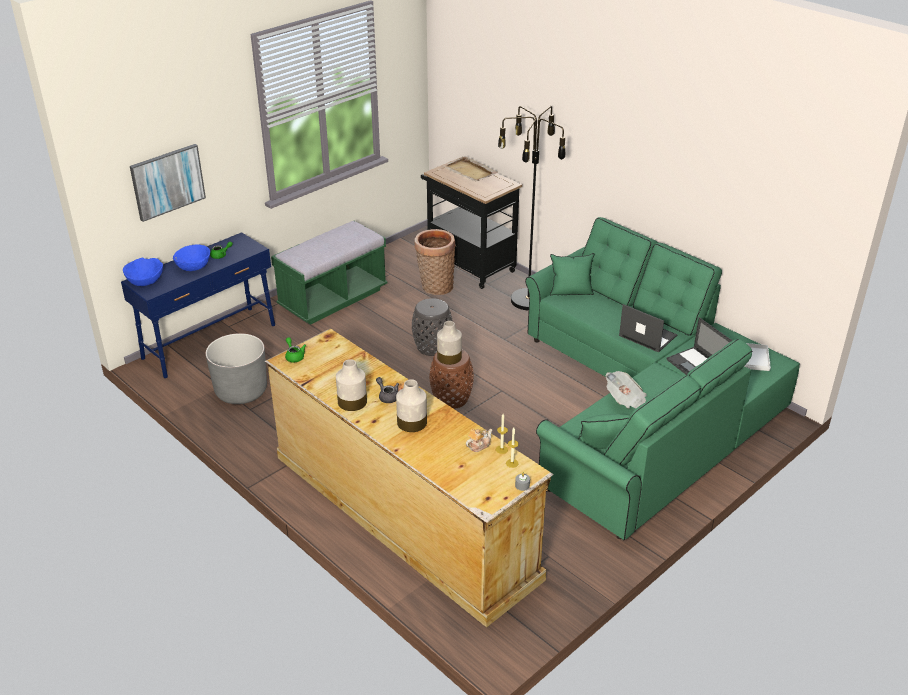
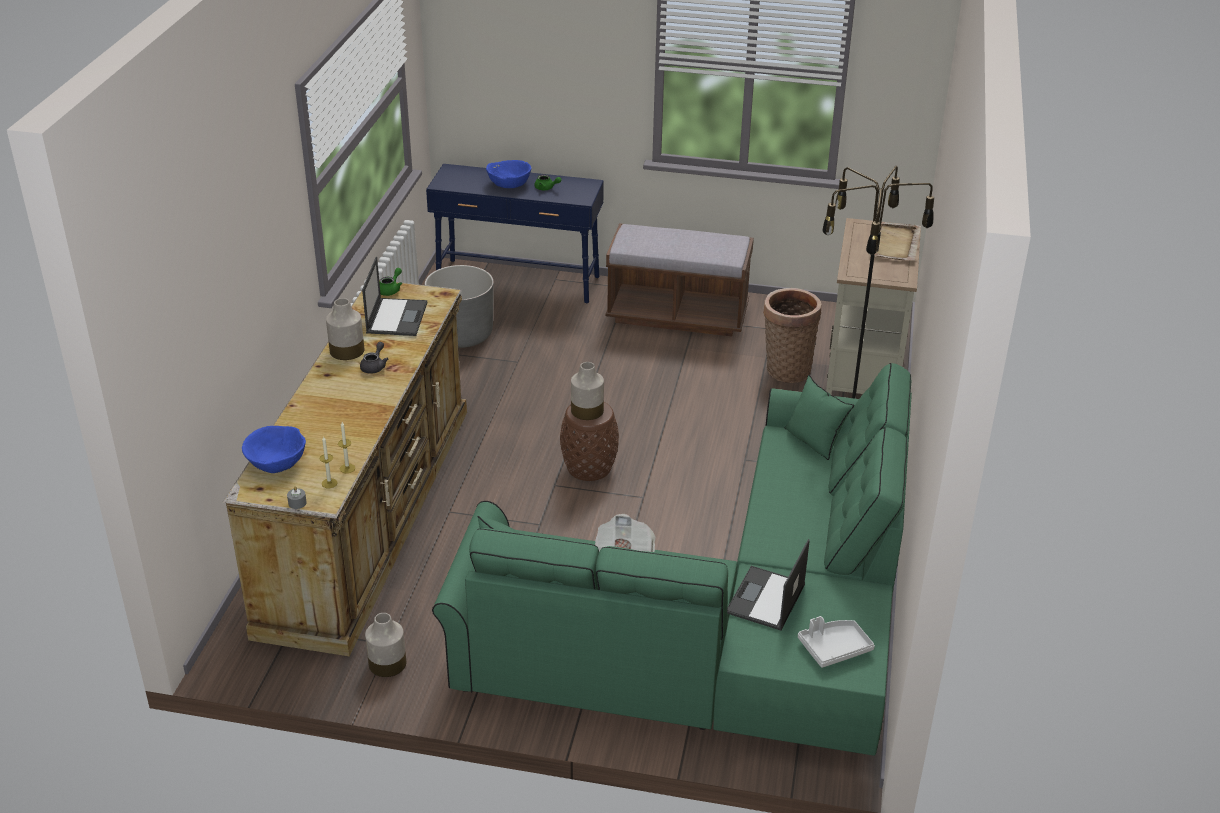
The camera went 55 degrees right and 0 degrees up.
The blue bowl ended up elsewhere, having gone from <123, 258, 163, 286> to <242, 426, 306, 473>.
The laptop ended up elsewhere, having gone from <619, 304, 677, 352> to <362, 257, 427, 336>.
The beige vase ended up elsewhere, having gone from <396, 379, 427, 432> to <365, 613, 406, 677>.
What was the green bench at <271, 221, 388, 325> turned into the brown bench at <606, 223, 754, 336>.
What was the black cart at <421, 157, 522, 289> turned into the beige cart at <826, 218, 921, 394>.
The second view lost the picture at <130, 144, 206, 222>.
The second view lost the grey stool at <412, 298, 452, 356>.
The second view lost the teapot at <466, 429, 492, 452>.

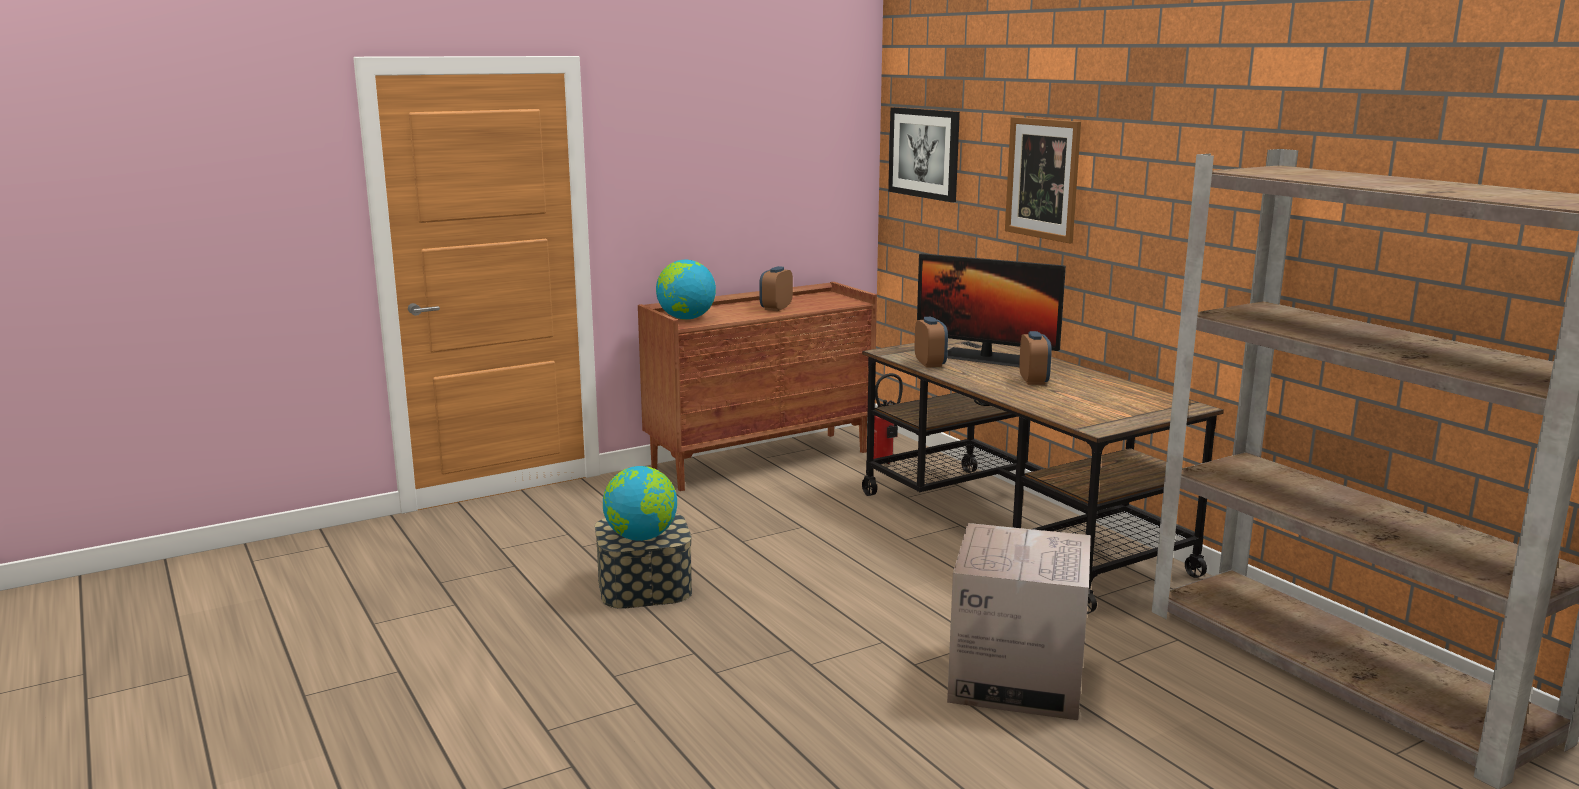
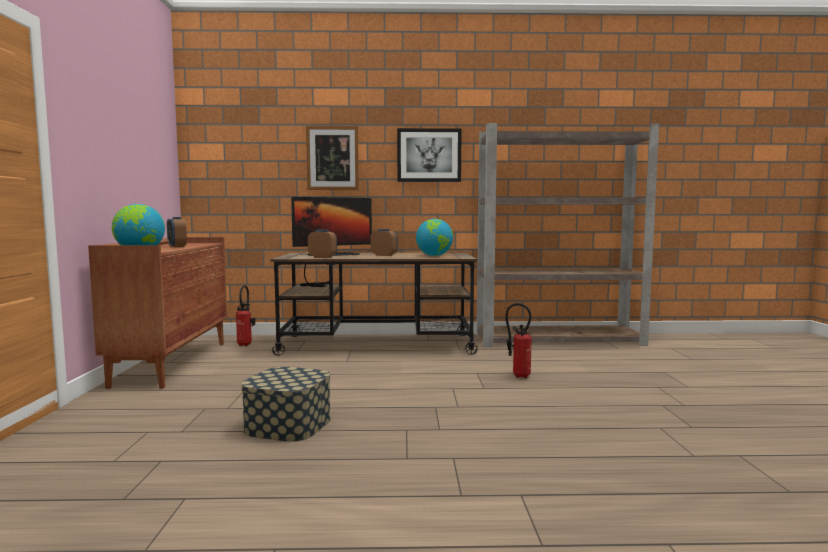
The camera went 60 degrees left and 10 degrees down.
The picture ended up elsewhere, having gone from <888, 107, 960, 202> to <397, 128, 462, 182>.
The globe ended up elsewhere, having gone from <603, 466, 677, 541> to <416, 219, 453, 256>.
Where the cardboard box stood at <947, 523, 1091, 720>, the fire extinguisher came to stand at <505, 303, 532, 378>.

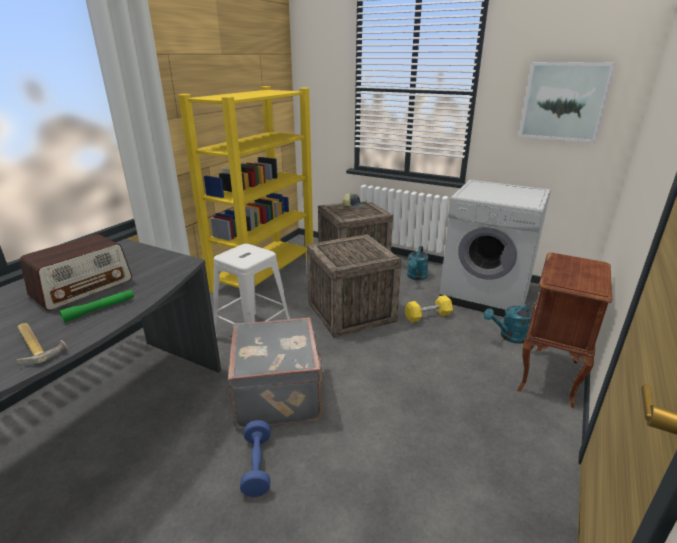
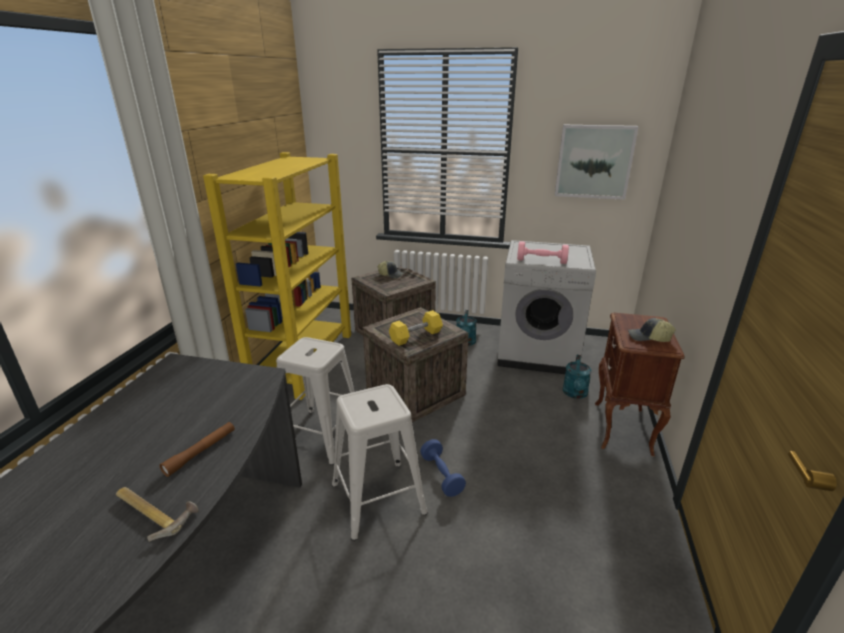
The camera went 15 degrees left and 0 degrees up.
What was the green flashlight at <59, 290, 134, 322> turned into the brown flashlight at <160, 422, 235, 477>.
Where the grey suitcase stood at <227, 317, 324, 430>, the white stool came to stand at <332, 384, 428, 541>.
The yellow dumbbell ended up elsewhere, having gone from <405, 295, 453, 323> to <389, 310, 443, 346>.
The blue dumbbell ended up elsewhere, having gone from <240, 420, 271, 497> to <420, 439, 466, 497>.
The second view gained the pink dumbbell at <517, 241, 569, 264>.
The turquoise watering can at <483, 303, 535, 344> ended up facing another way, 45 degrees counterclockwise from before.
The second view gained the cap at <628, 318, 675, 342>.
The second view lost the radio at <20, 234, 132, 311>.

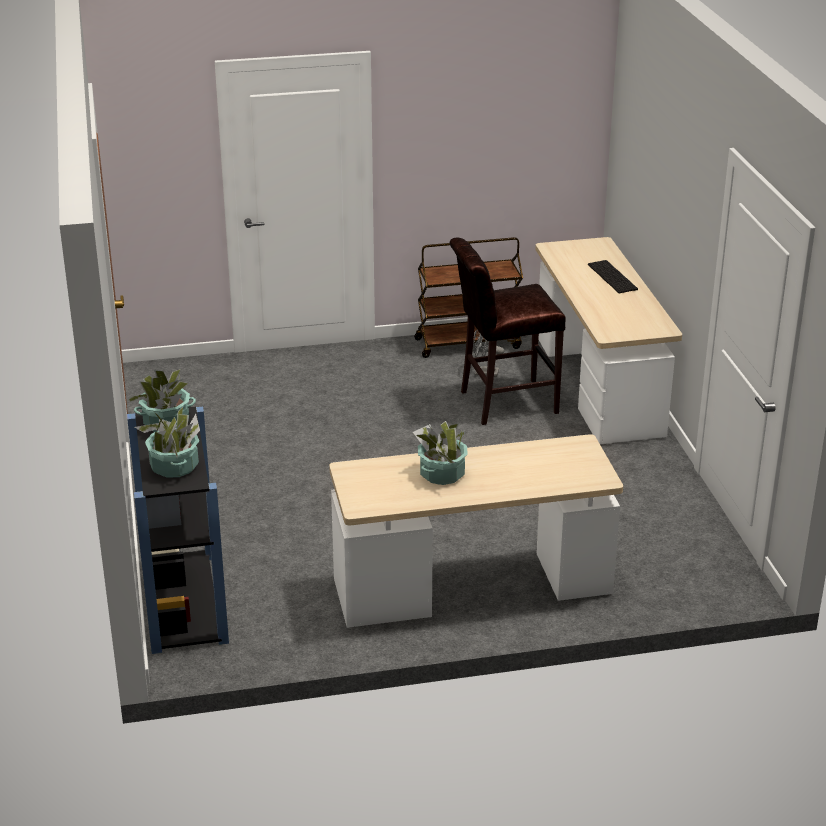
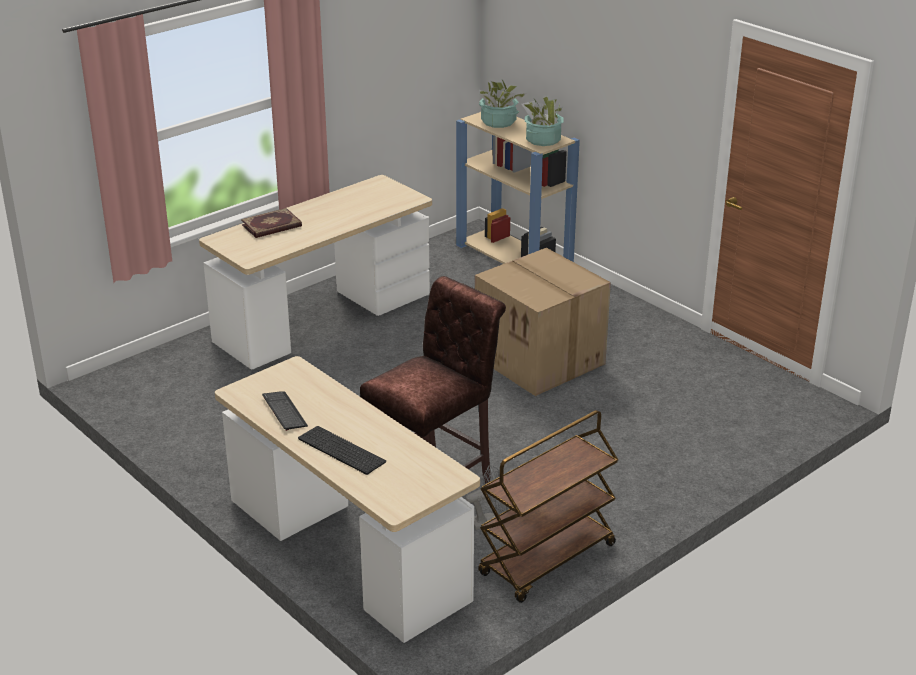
The camera went 150 degrees right and 0 degrees up.
The second view gained the book at <241, 208, 302, 238>.
The second view gained the keyboard at <262, 391, 308, 431>.
What was the black bookcase at <127, 406, 229, 654> turned into the beige bookcase at <456, 112, 580, 264>.
The second view gained the cardboard box at <475, 248, 611, 396>.
The second view lost the potted plant at <413, 421, 468, 485>.

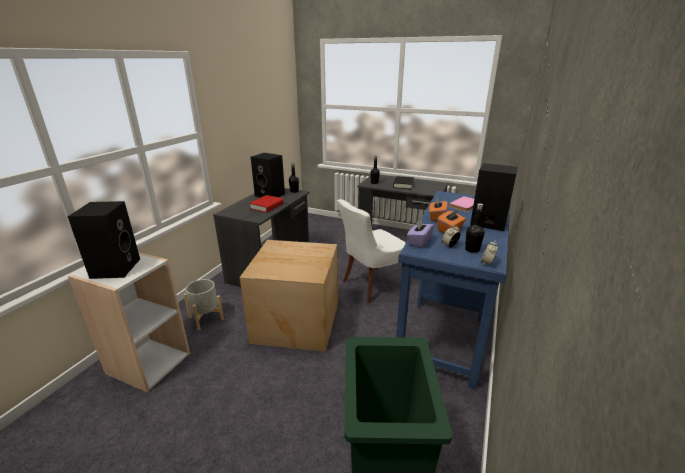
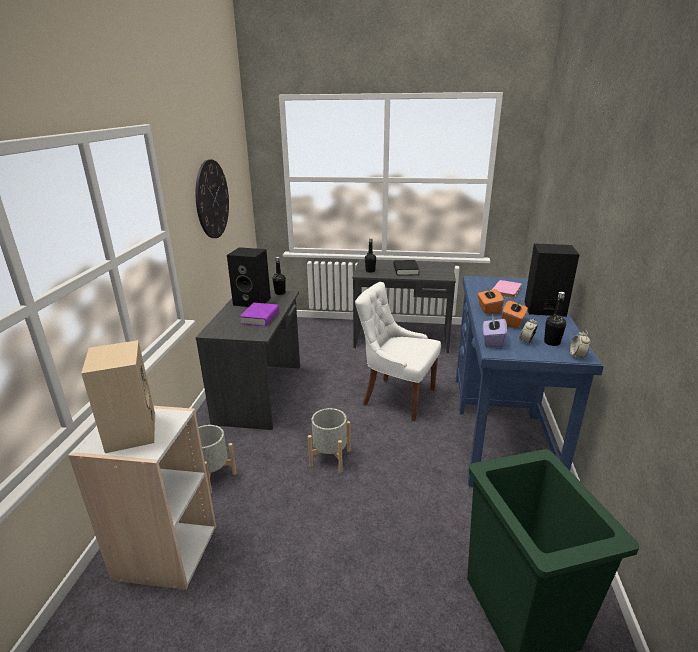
The camera went 15 degrees left and 0 degrees up.
What was the black speaker at <67, 201, 140, 279> turned into the beige speaker at <81, 340, 155, 453>.
The second view gained the wall clock at <195, 159, 229, 238>.
What was the red book at <249, 195, 284, 213> turned into the purple book at <239, 303, 279, 326>.
Where the cardboard box stood at <240, 240, 338, 352>, the grey planter came to stand at <308, 408, 351, 472>.
The white chair at <337, 199, 406, 303> ended up facing another way, 75 degrees clockwise from before.

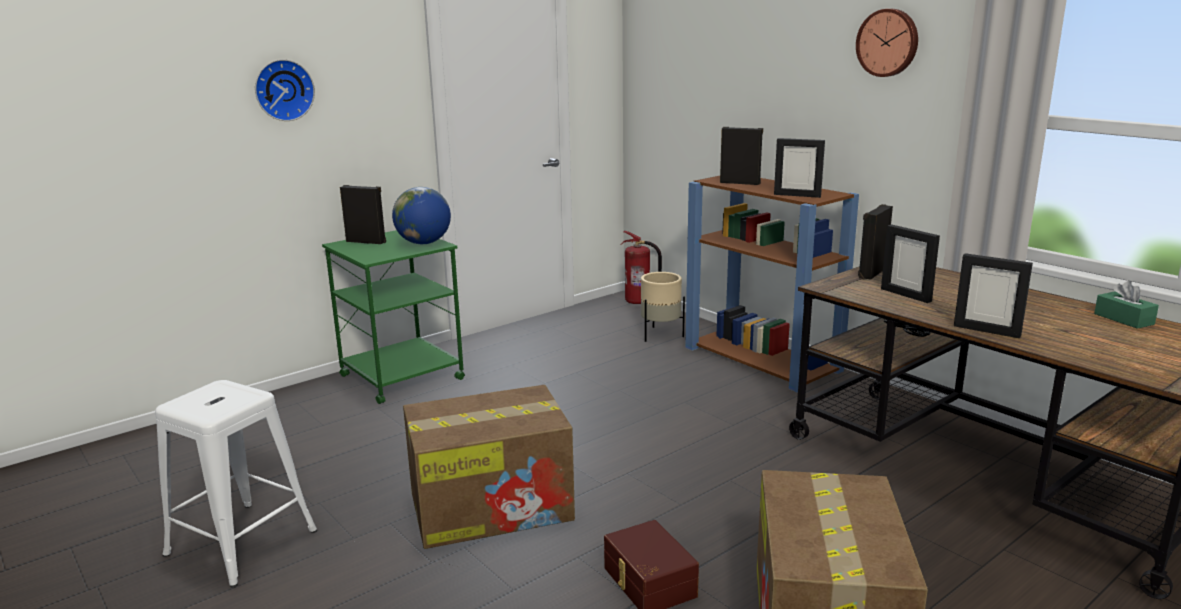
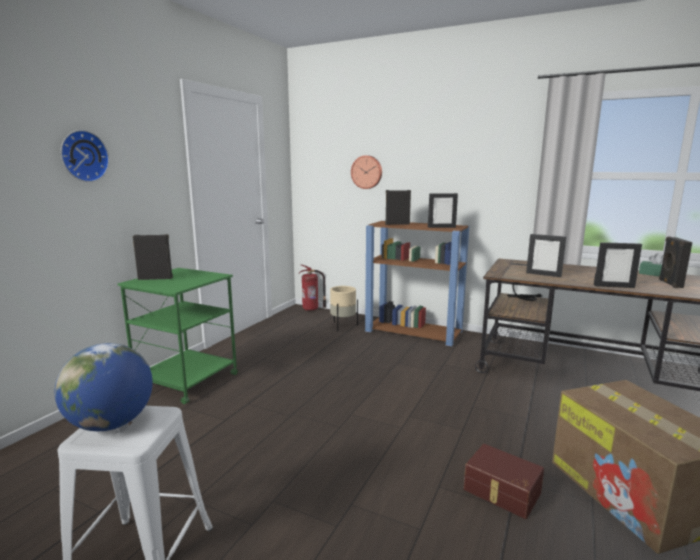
The camera went 25 degrees left and 5 degrees down.
The globe ended up elsewhere, having gone from <392, 187, 451, 244> to <55, 343, 153, 431>.
The wall clock ended up elsewhere, having gone from <856, 9, 918, 77> to <351, 155, 382, 189>.
The black speaker ended up elsewhere, having gone from <858, 204, 893, 280> to <659, 237, 692, 288>.
The second view lost the cardboard box at <403, 385, 575, 549>.

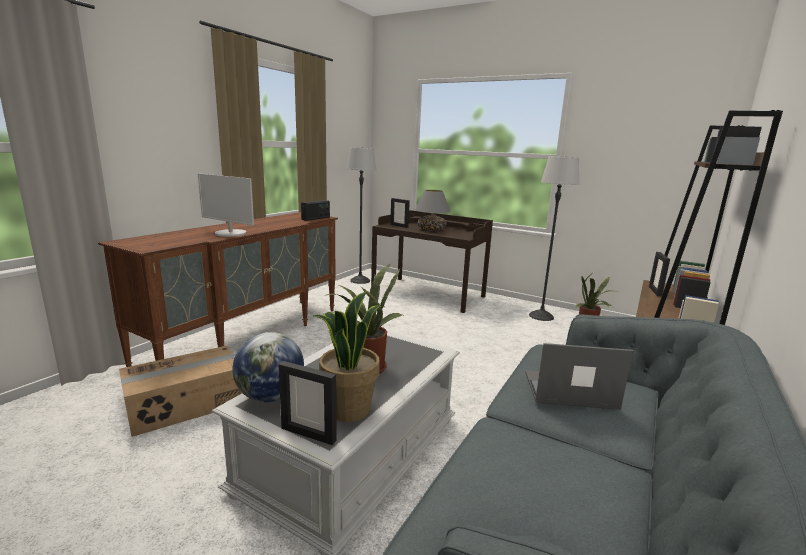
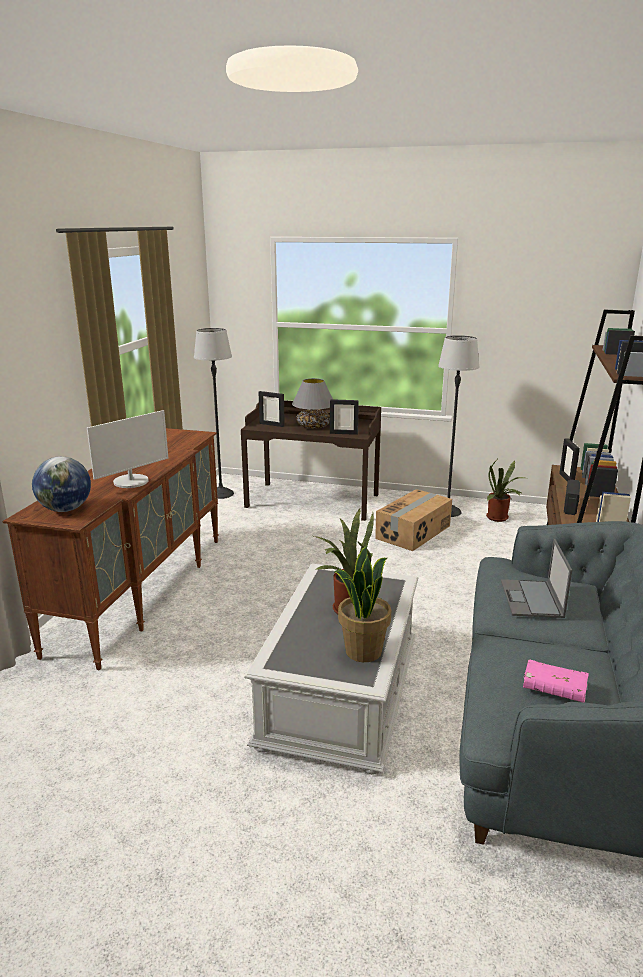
The camera went 15 degrees left and 5 degrees up.
The globe ended up elsewhere, having gone from <232, 332, 304, 403> to <32, 456, 91, 512>.
The monitor at <198, 174, 254, 237> ended up facing another way, 60 degrees counterclockwise from before.
The picture frame ended up elsewhere, having gone from <278, 361, 337, 445> to <330, 399, 359, 435>.
The cardboard box ended up elsewhere, having gone from <119, 346, 242, 437> to <375, 489, 452, 551>.
The laptop at <525, 343, 633, 410> ended up facing another way, 75 degrees counterclockwise from before.
The second view gained the pink book at <523, 659, 589, 702>.
The radio ended up elsewhere, having gone from <301, 200, 330, 221> to <564, 479, 580, 515>.

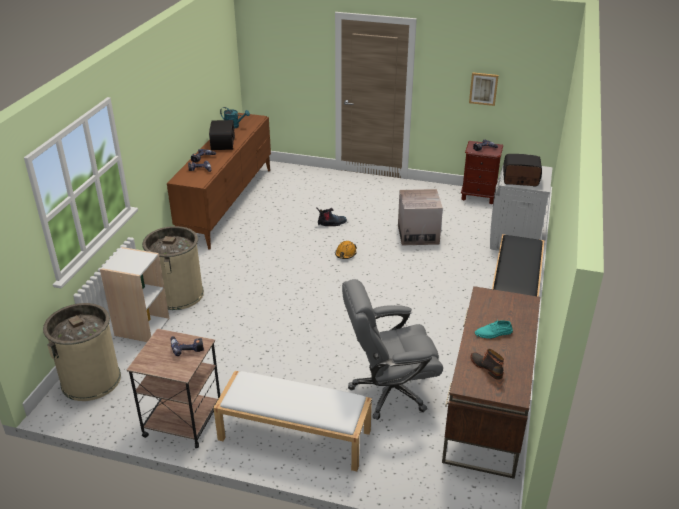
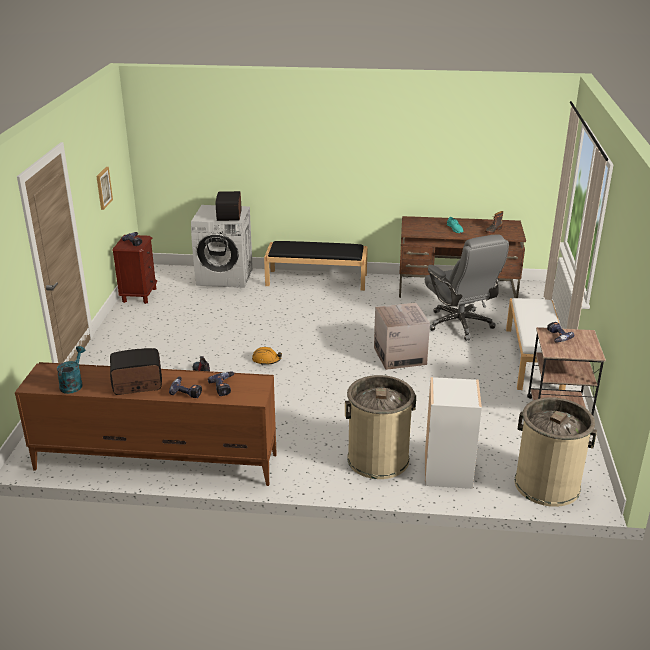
The camera went 100 degrees left and 5 degrees down.
The cardboard box ended up elsewhere, having gone from <398, 189, 443, 245> to <374, 303, 430, 370>.

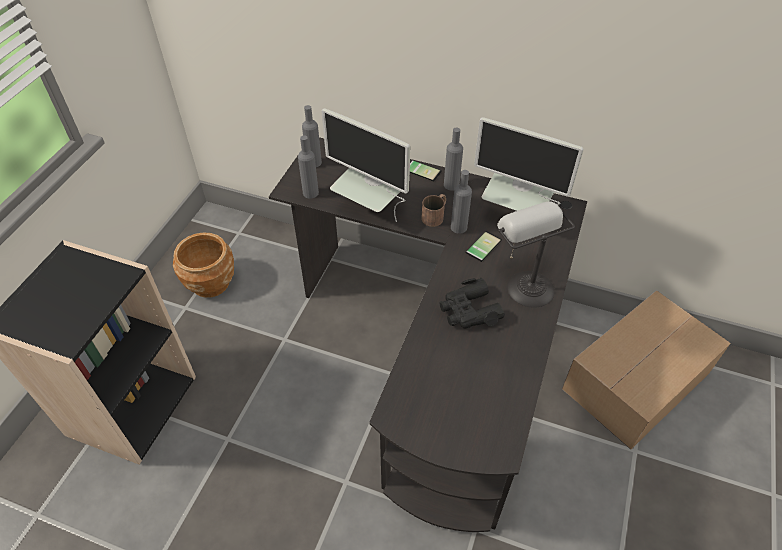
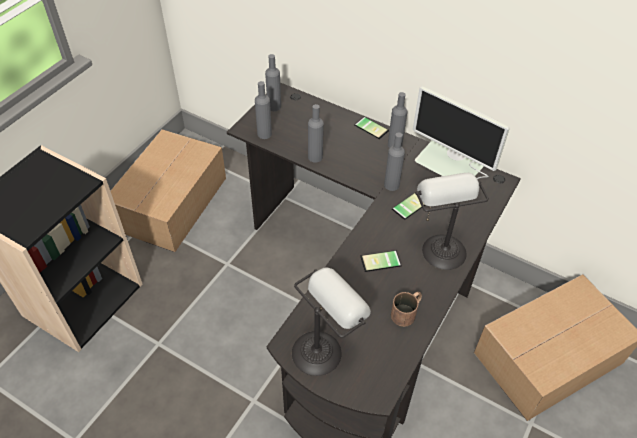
The camera went 10 degrees right and 0 degrees up.
Where the brown planter stood at <173, 232, 234, 298>, the cardboard box came to stand at <111, 129, 226, 252>.
The second view gained the table lamp at <292, 268, 371, 376>.
Where the monitor stood at <321, 108, 410, 222>, the grey bottle came to stand at <308, 104, 324, 163>.
Where the black binoculars stood at <439, 278, 505, 329>, the phone came to stand at <360, 250, 402, 272>.
The brown mug ended up elsewhere, having gone from <422, 194, 446, 227> to <391, 292, 422, 327>.

